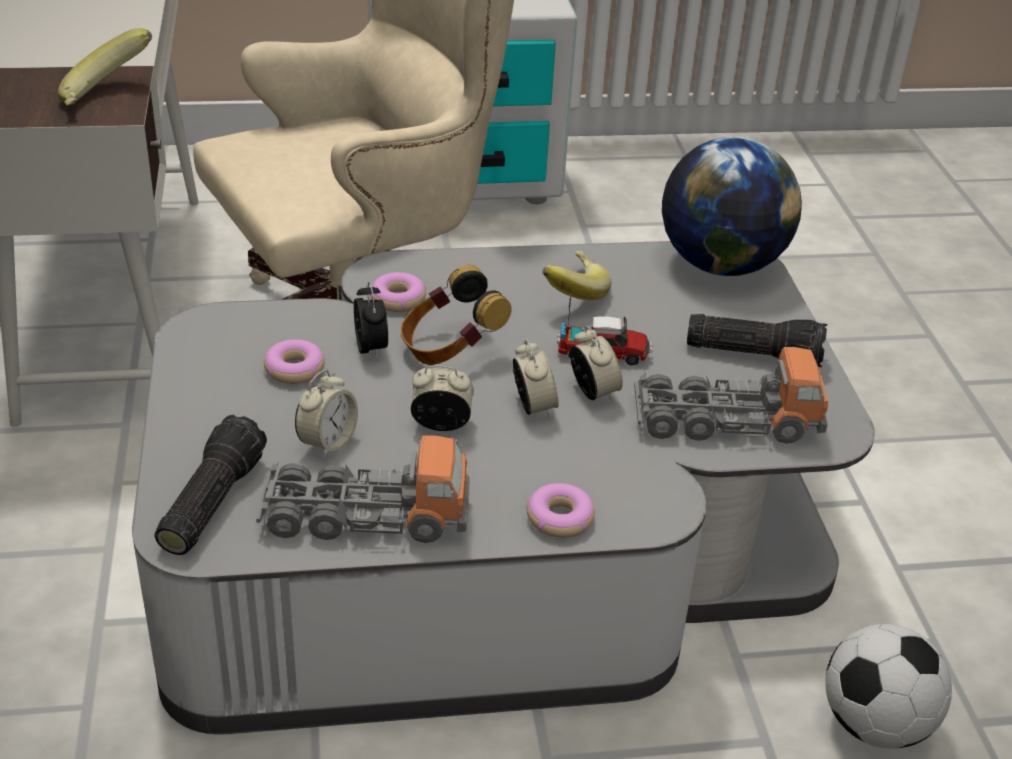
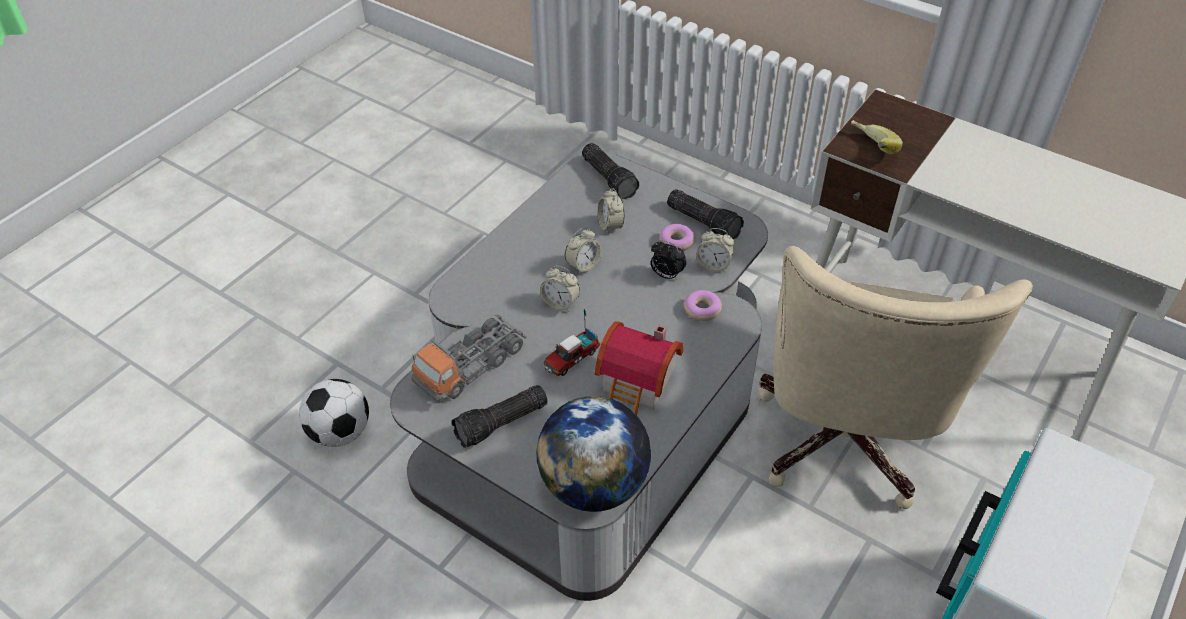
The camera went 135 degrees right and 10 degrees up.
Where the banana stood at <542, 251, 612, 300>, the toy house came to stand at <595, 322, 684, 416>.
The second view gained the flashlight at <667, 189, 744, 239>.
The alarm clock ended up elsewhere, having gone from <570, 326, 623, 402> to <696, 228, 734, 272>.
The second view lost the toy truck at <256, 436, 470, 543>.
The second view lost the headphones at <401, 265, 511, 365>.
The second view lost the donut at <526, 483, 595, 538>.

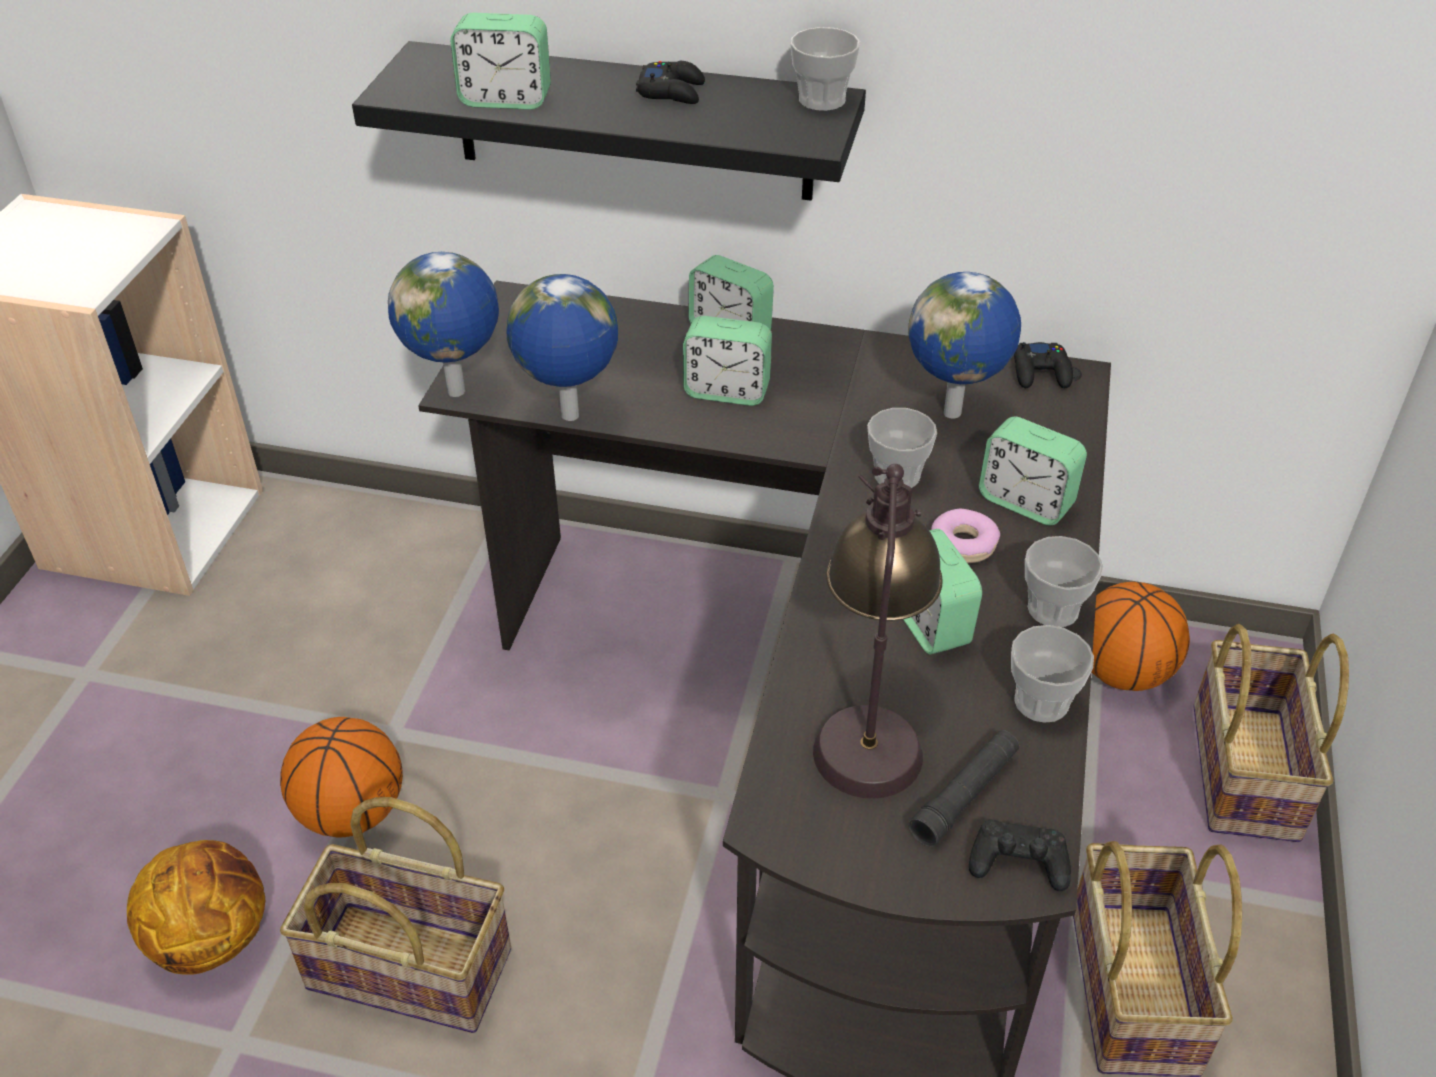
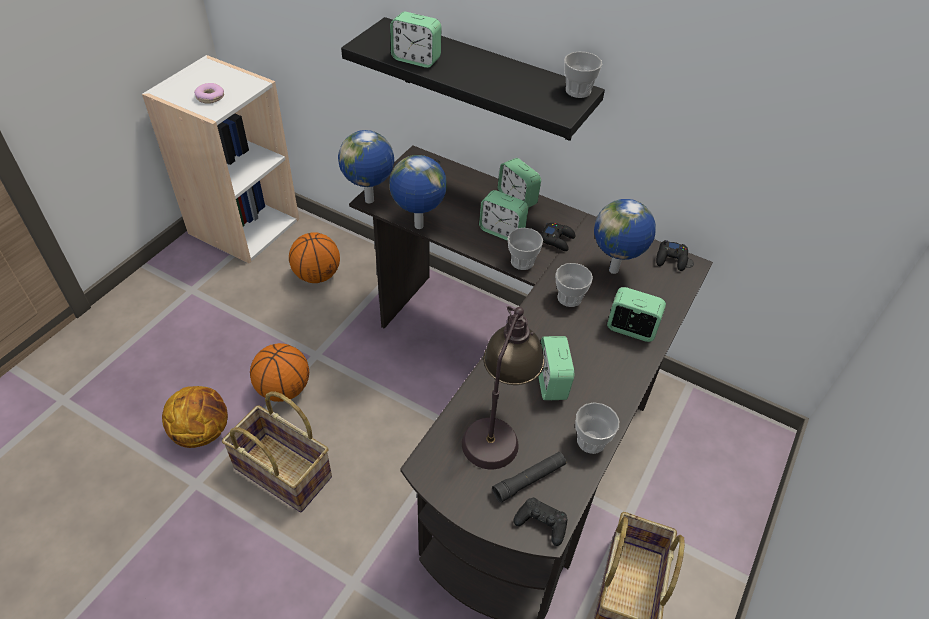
The camera went 15 degrees right and 5 degrees up.
The donut ended up elsewhere, having gone from <931, 509, 1000, 563> to <194, 83, 224, 104>.
The basketball ended up elsewhere, having gone from <1092, 582, 1190, 691> to <289, 232, 340, 283>.
The cup ended up elsewhere, having gone from <1025, 536, 1103, 627> to <508, 228, 543, 270>.
The black game controller ended up elsewhere, having gone from <636, 61, 705, 104> to <540, 223, 575, 251>.
The alarm clock at <979, 417, 1087, 525> ended up facing another way, 150 degrees clockwise from before.
The second view lost the basket at <1193, 624, 1349, 842>.

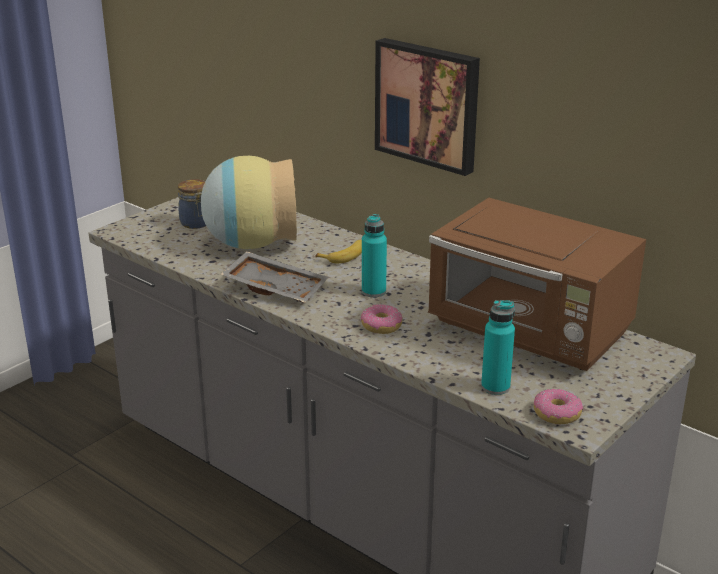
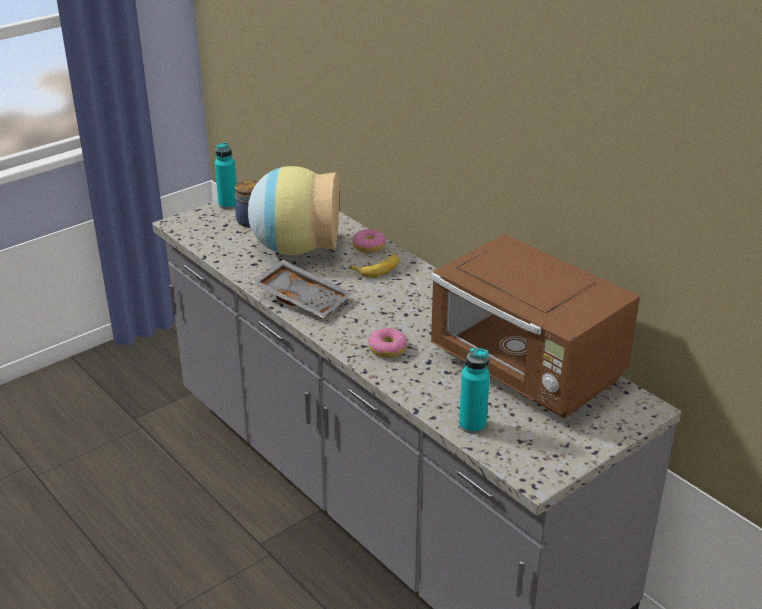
The camera went 10 degrees right and 5 degrees up.
The turquoise bottle ended up elsewhere, having gone from <362, 214, 387, 297> to <215, 142, 237, 209>.
The donut ended up elsewhere, having gone from <534, 389, 583, 424> to <352, 229, 386, 253>.
The second view lost the picture at <375, 38, 480, 176>.

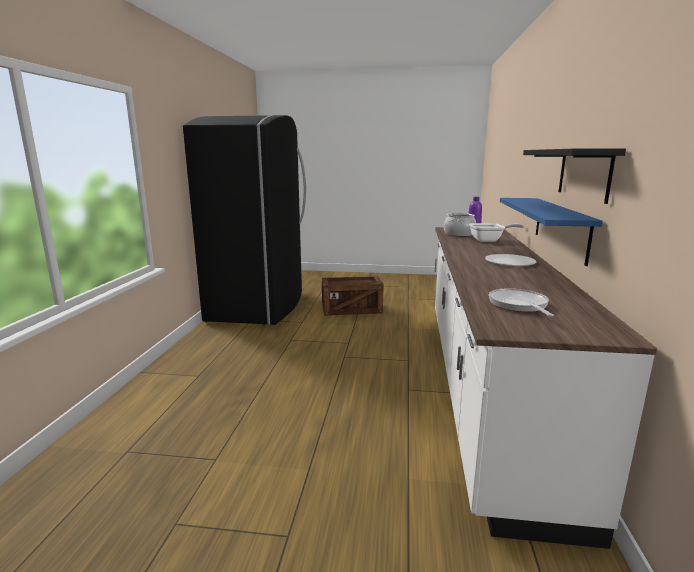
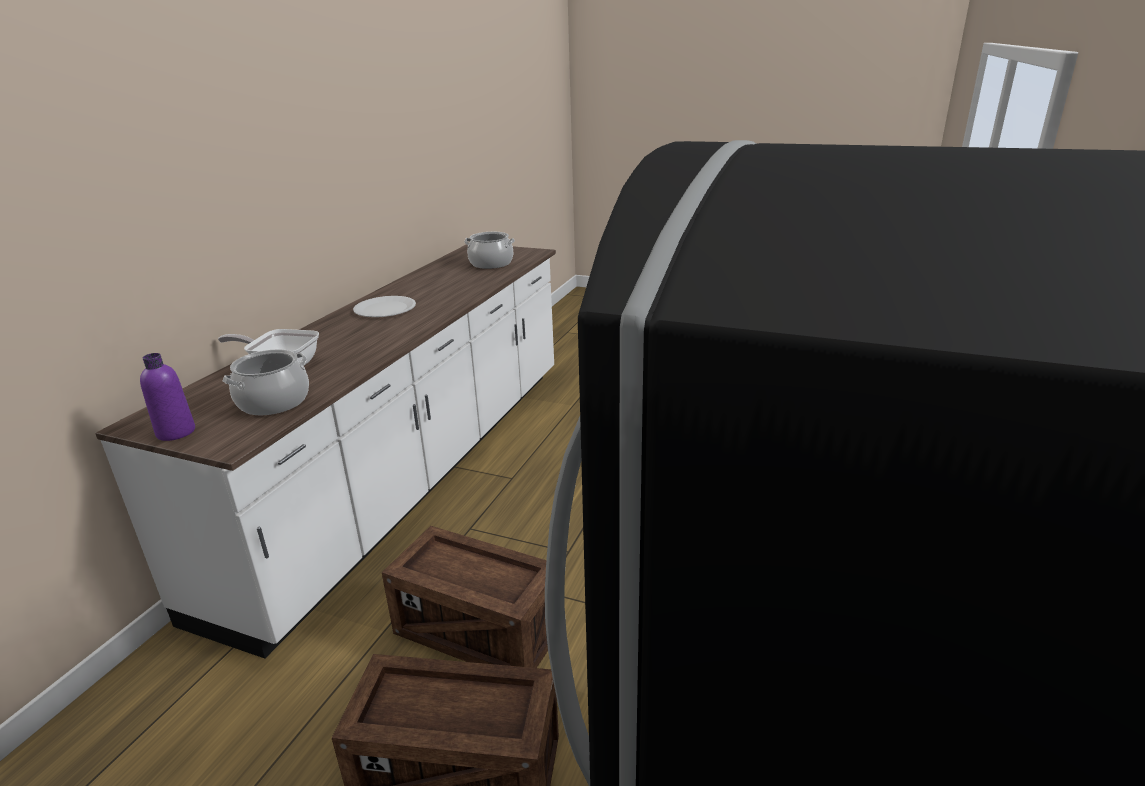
The camera went 165 degrees left and 10 degrees up.
The second view gained the crate at <382, 526, 548, 668>.
Where the frying pan stood at <489, 288, 554, 317>, the cooking pot came to stand at <464, 232, 515, 269>.
The second view lost the blue shelf at <500, 198, 603, 266>.
The second view lost the black shelf at <523, 148, 626, 204>.

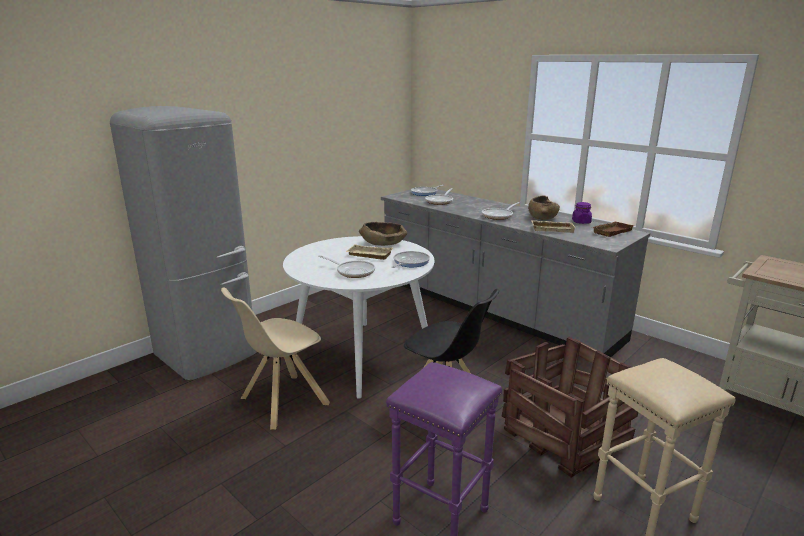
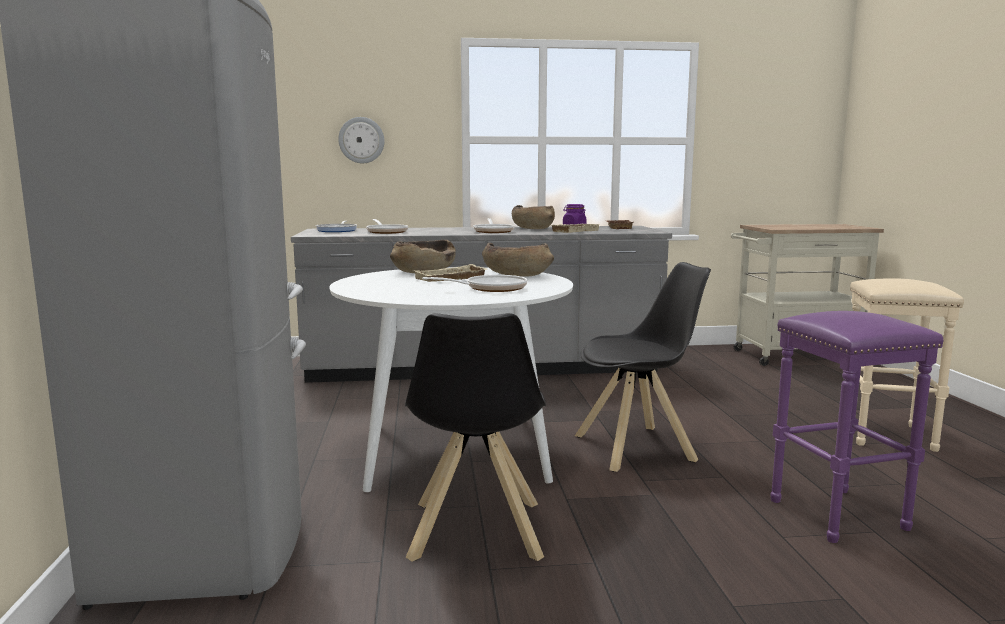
The camera went 50 degrees left and 10 degrees down.
The second view gained the wall clock at <338, 117, 384, 163>.
What was the beige chair at <221, 287, 330, 430> turned into the black chair at <405, 313, 546, 561>.
Where the frying pan stood at <392, 251, 430, 268>, the brown bowl came to stand at <482, 243, 554, 277>.
The second view lost the crate at <502, 337, 638, 478>.

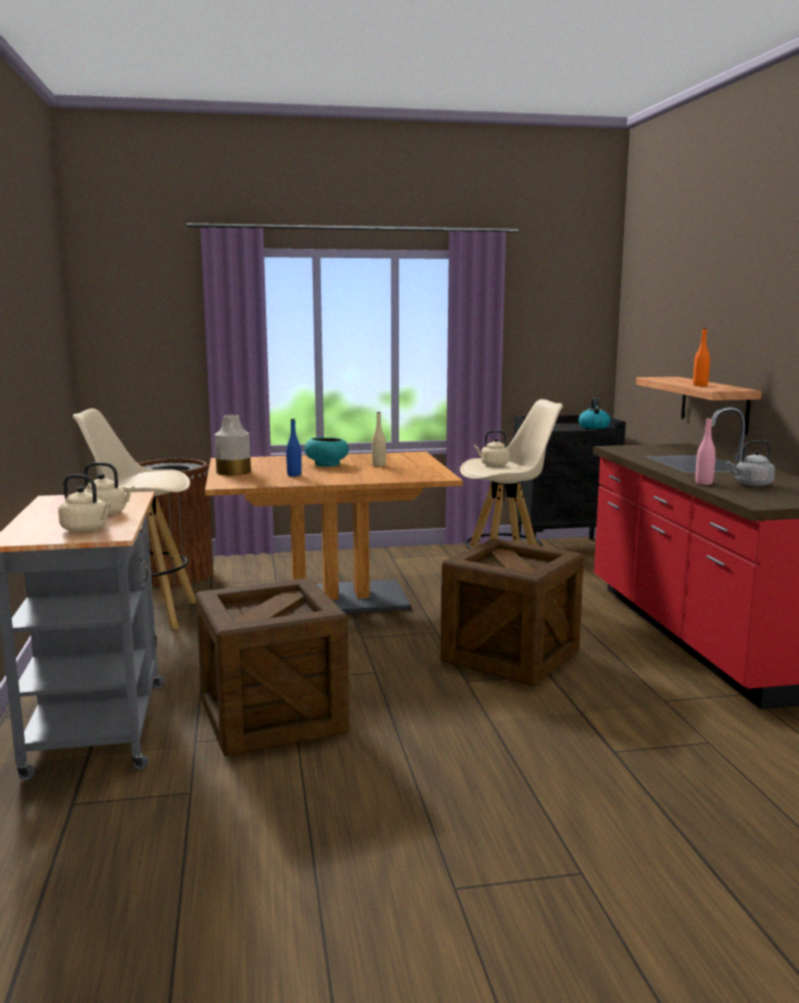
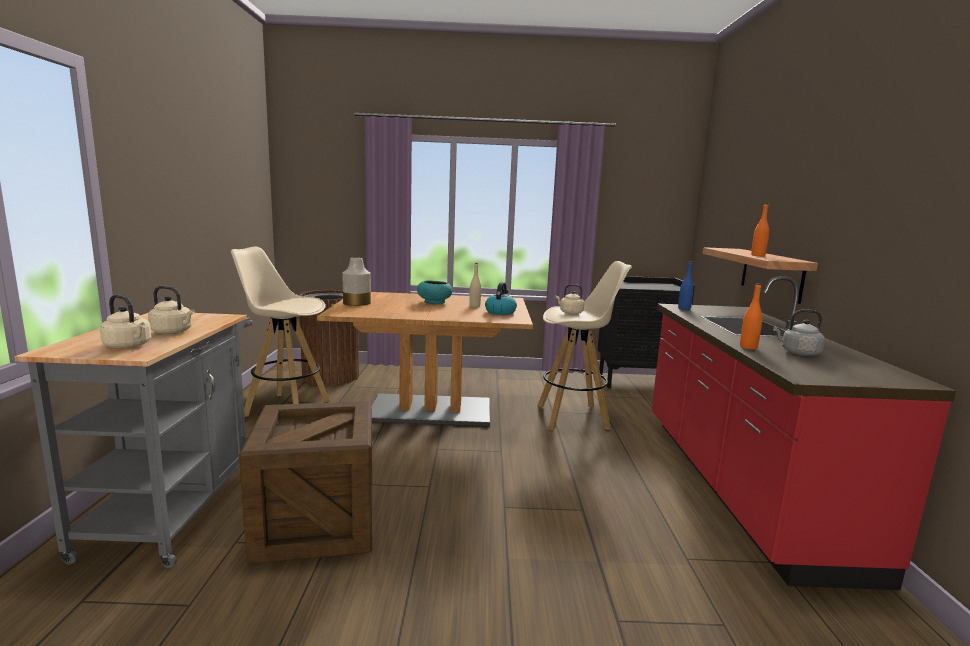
The camera went 10 degrees right and 0 degrees up.
The kettle ended up elsewhere, having gone from <579, 397, 611, 429> to <485, 282, 517, 315>.
The blue bottle ended up elsewhere, having gone from <286, 419, 302, 476> to <678, 262, 694, 310>.
What was the pink bottle at <695, 417, 716, 485> turned into the orange bottle at <740, 283, 762, 350>.
The second view lost the crate at <441, 538, 584, 686>.

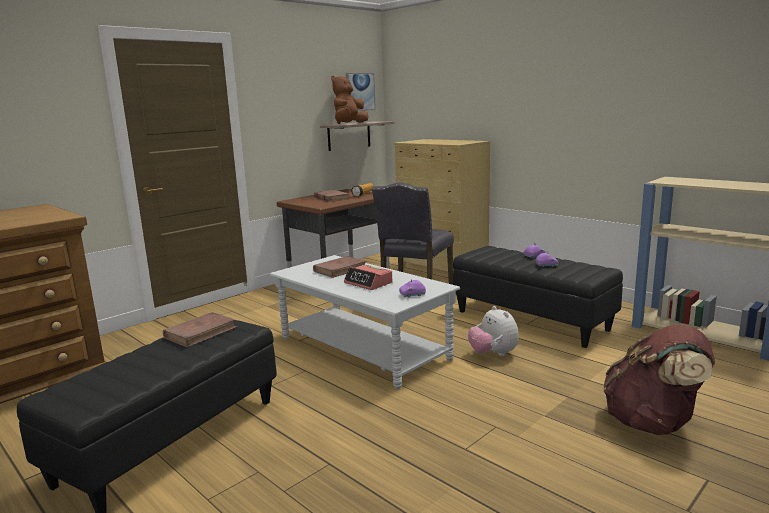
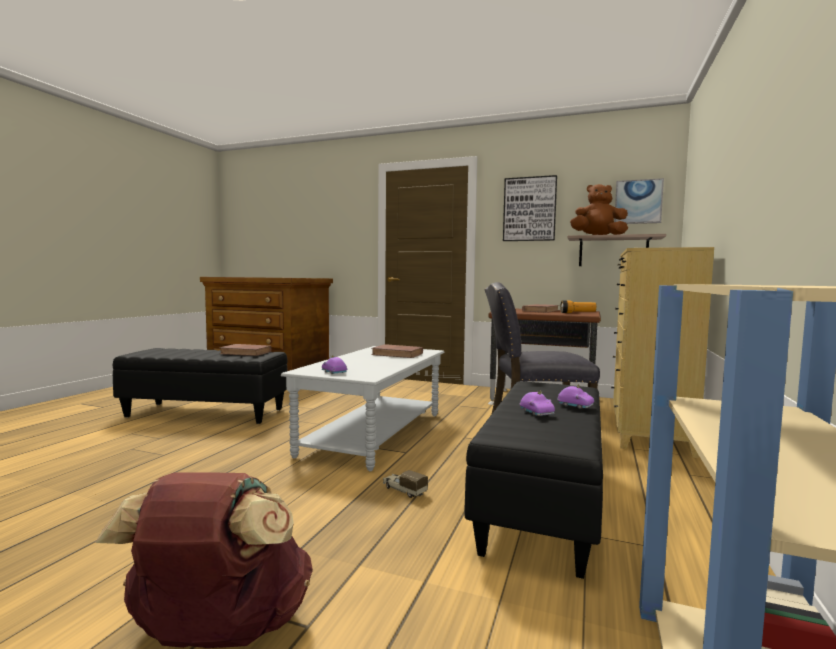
The camera went 65 degrees right and 10 degrees down.
Where the plush toy stood at <468, 306, 519, 357>, the toy truck came to stand at <383, 470, 428, 498>.
The second view gained the picture at <503, 175, 557, 241>.
The second view lost the alarm clock at <344, 265, 392, 290>.

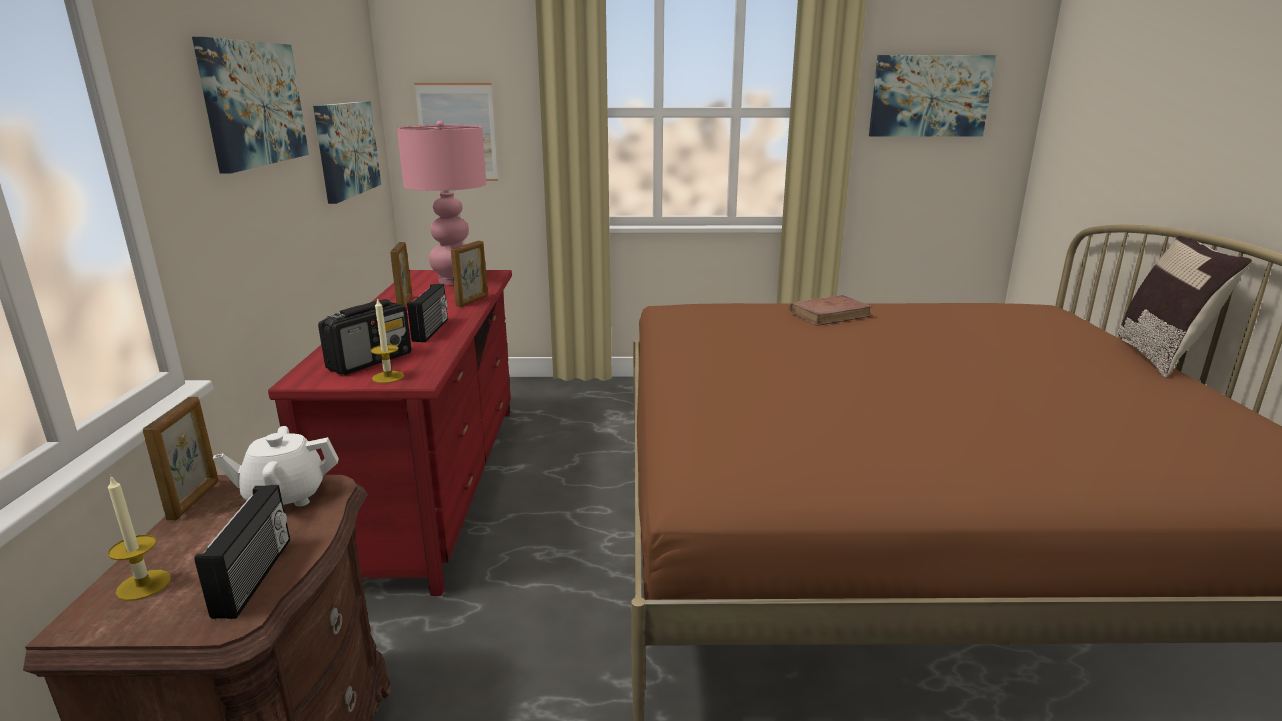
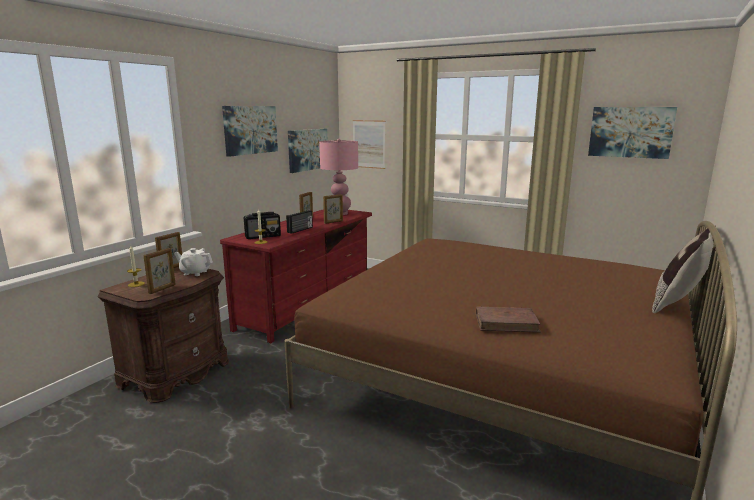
The camera went 30 degrees right and 5 degrees down.
Where the radio stood at <194, 485, 290, 619>, the picture frame came to stand at <144, 248, 176, 294>.
The brown book ended up elsewhere, having gone from <789, 295, 873, 326> to <476, 306, 541, 333>.

